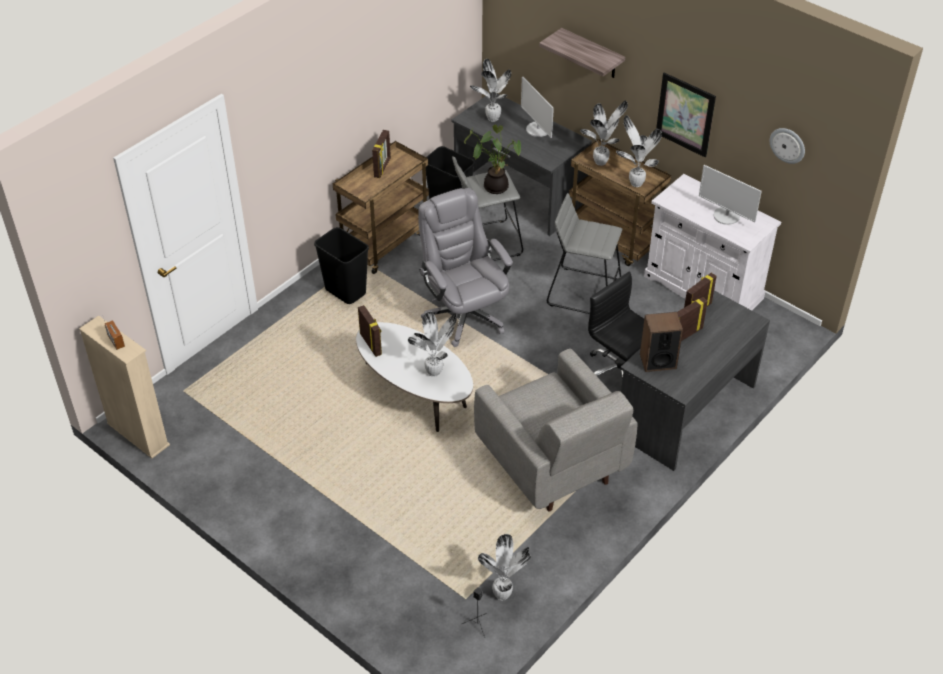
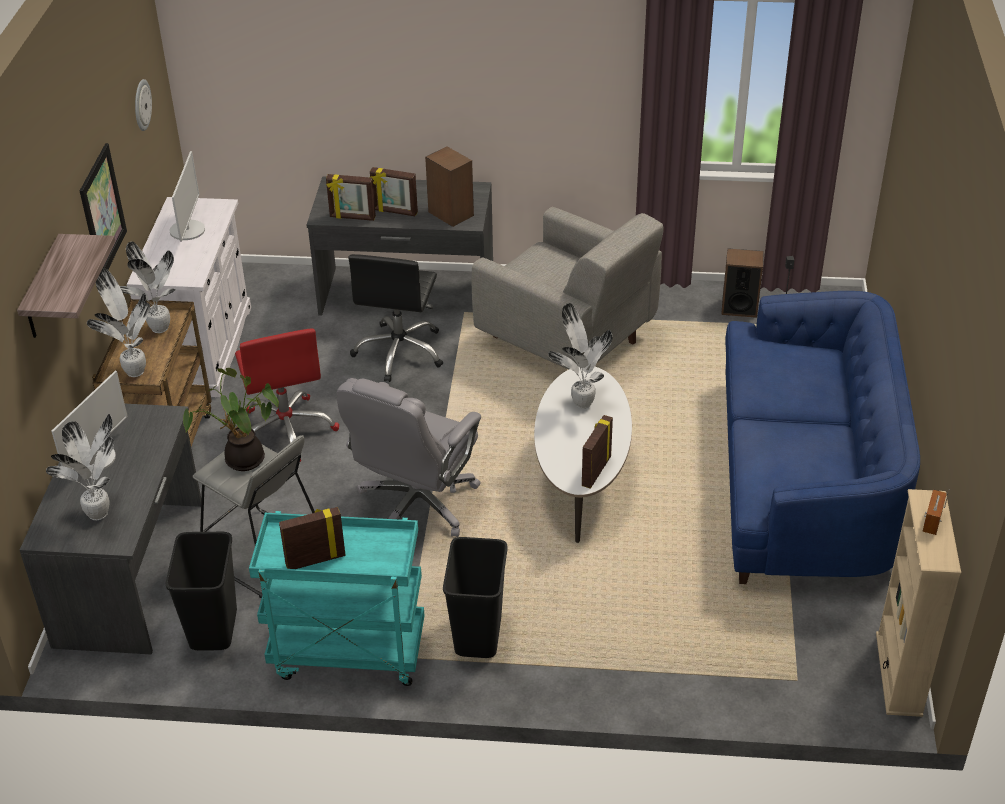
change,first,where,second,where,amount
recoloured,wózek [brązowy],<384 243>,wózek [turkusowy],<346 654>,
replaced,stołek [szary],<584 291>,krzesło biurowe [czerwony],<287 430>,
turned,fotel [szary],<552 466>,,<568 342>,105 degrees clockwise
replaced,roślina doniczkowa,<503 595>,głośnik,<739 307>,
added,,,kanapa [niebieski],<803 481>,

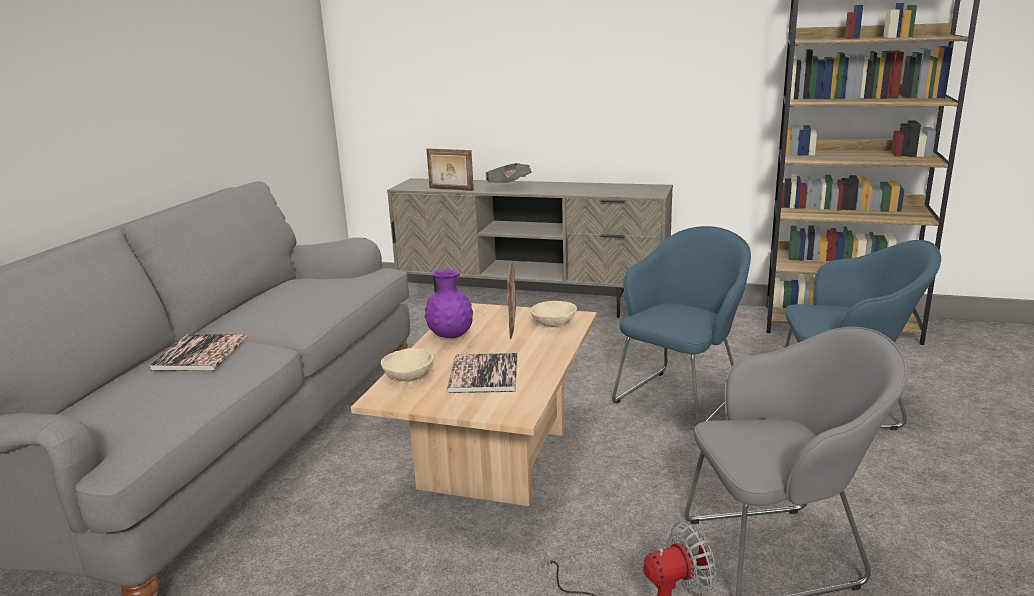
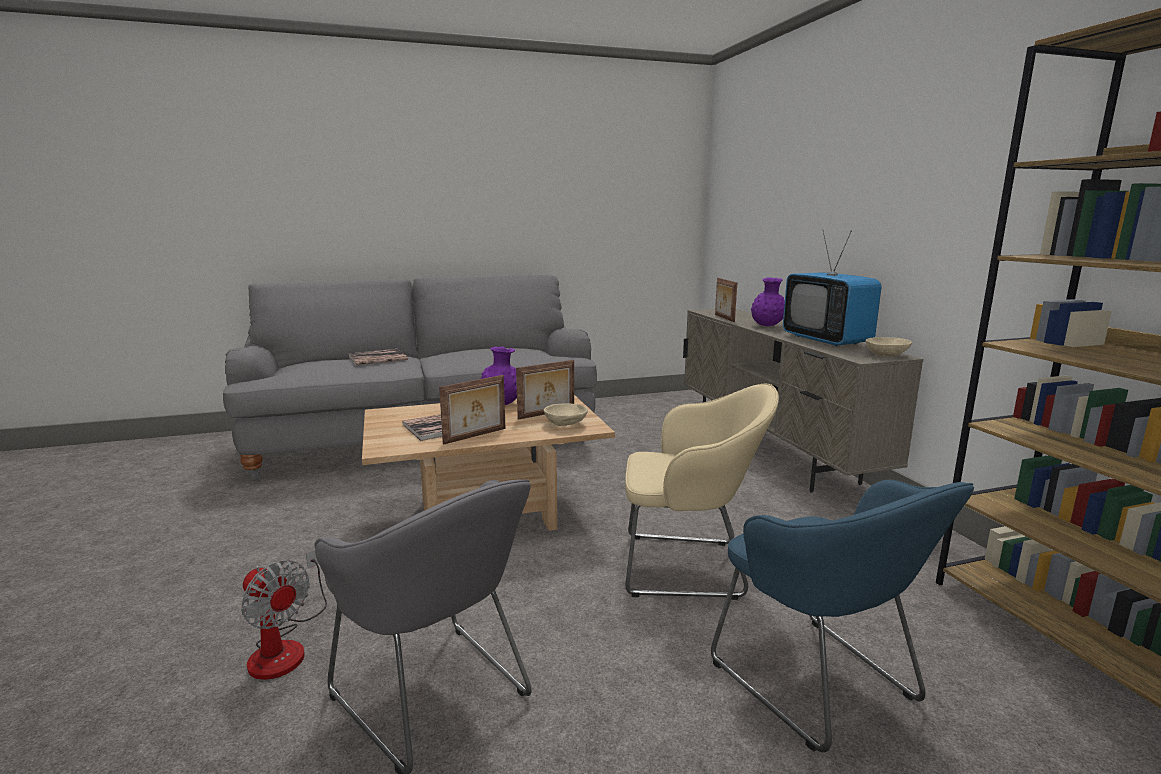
change,first,where,second,where,amount
replaced,gazeta,<508 187>,wazon [fioletowy],<767 326>,
recoloured,fotel [niebieski],<681 397>,fotel [beżowy],<689 567>,
moved,miska [beżowy],<409 376>,,<887 355>,
added,,,telewizor,<826 340>,
added,,,ramka na zdjęcie,<475 436>,

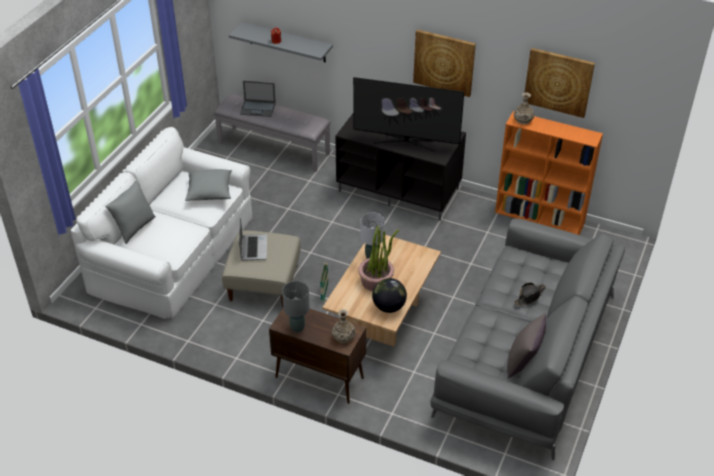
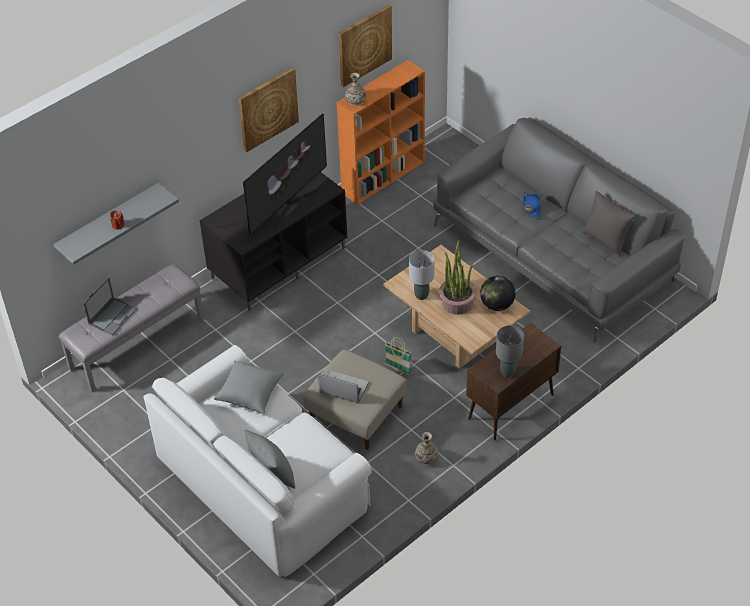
change,first,where,second,where,amount
recoloured,kapelusz [czarny],<529 296>,kapelusz [niebieski],<531 207>,
moved,wazon,<343 337>,,<426 457>,

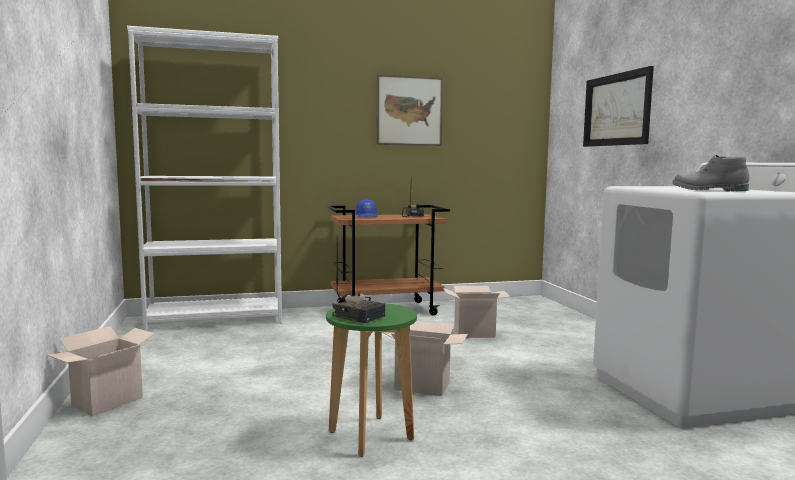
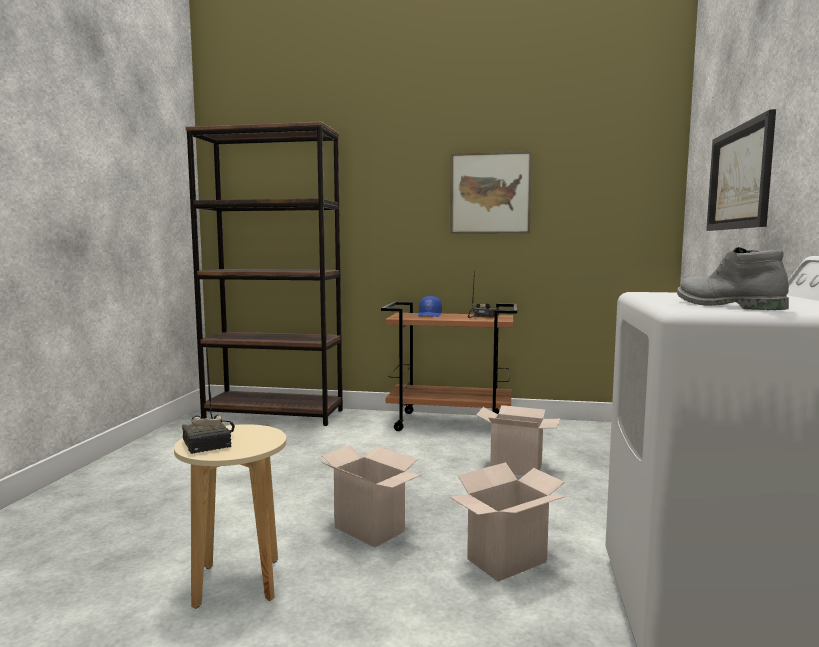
change,first,where,second,where,amount
recoloured,regał [biały],<216 320>,regał [brązowy],<274 414>,
recoloured,stołek [zielony],<371 436>,stołek [beżowy],<237 583>,
moved,karton,<106 403>,,<506 562>,

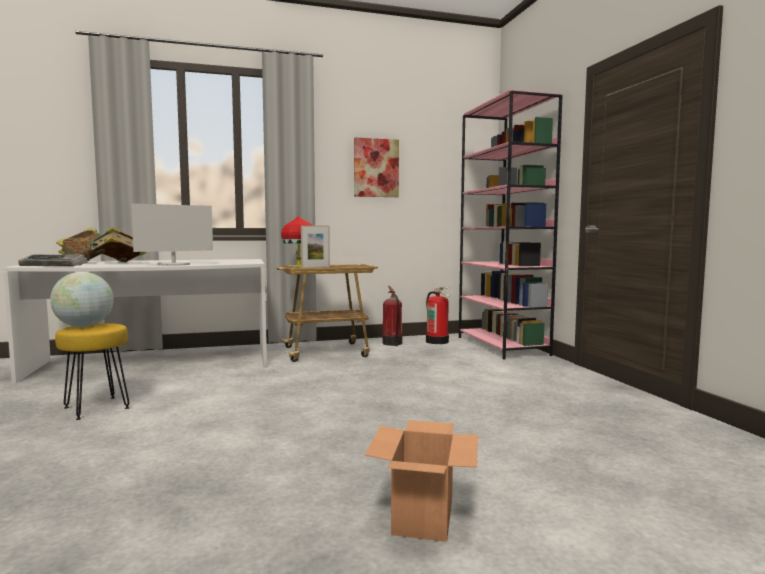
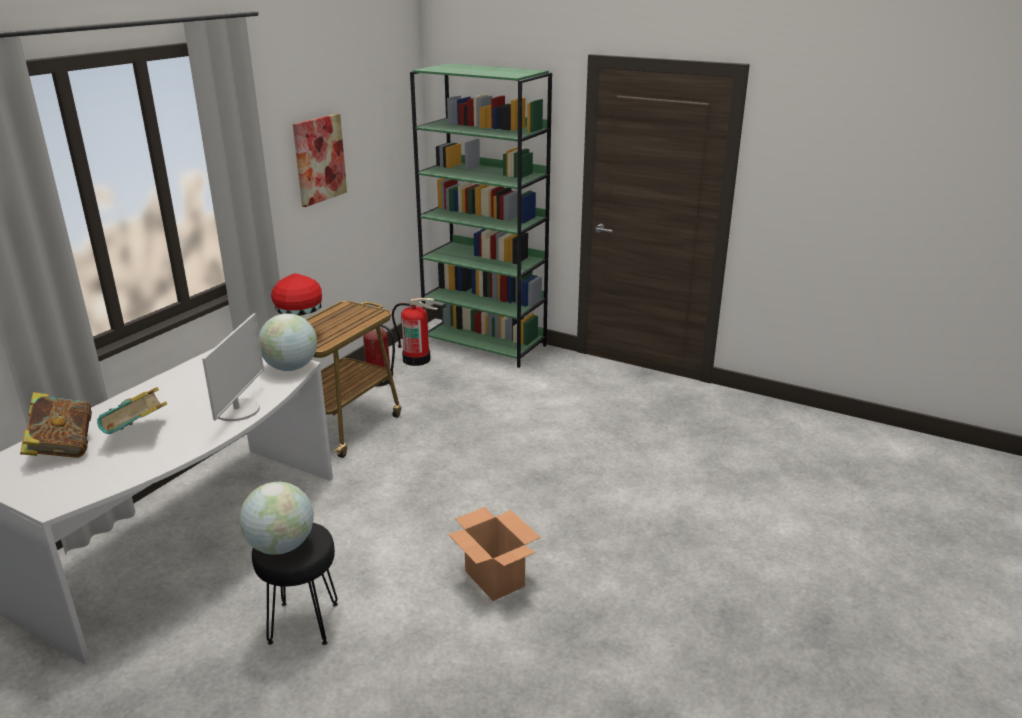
change,first,where,second,where,amount
recoloured,regał [różowy],<502 346>,regał [zielony],<486 344>,
removed,ramka na zdjęcie,<315 267>,,,
removed,klawiatura,<54 265>,,,
recoloured,stołek [żółty],<96 408>,stołek [czarny],<304 623>,
moved,karton,<422 516>,,<494 578>,
added,,,globus,<291 368>,

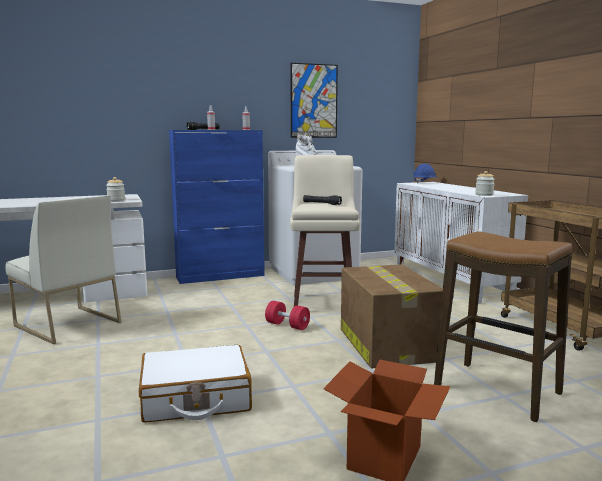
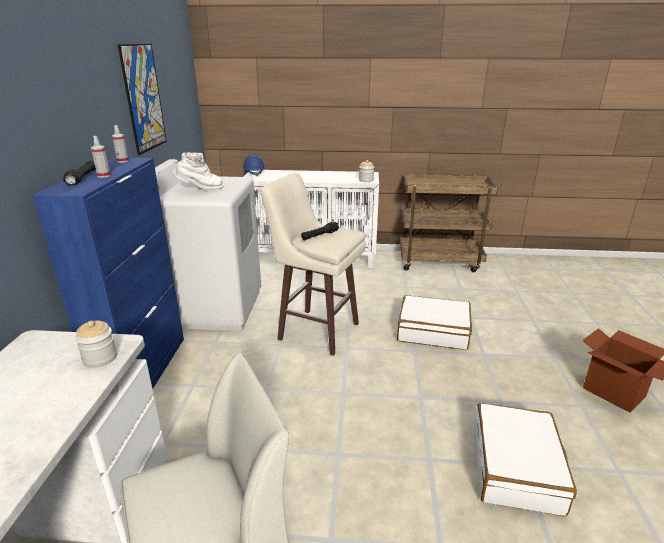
change,first,where,second,where,amount
removed,stołek,<497 390>,,,
replaced,karton,<386 344>,walizka [biały],<433 331>,
removed,hantel [czerwony],<287 325>,,,

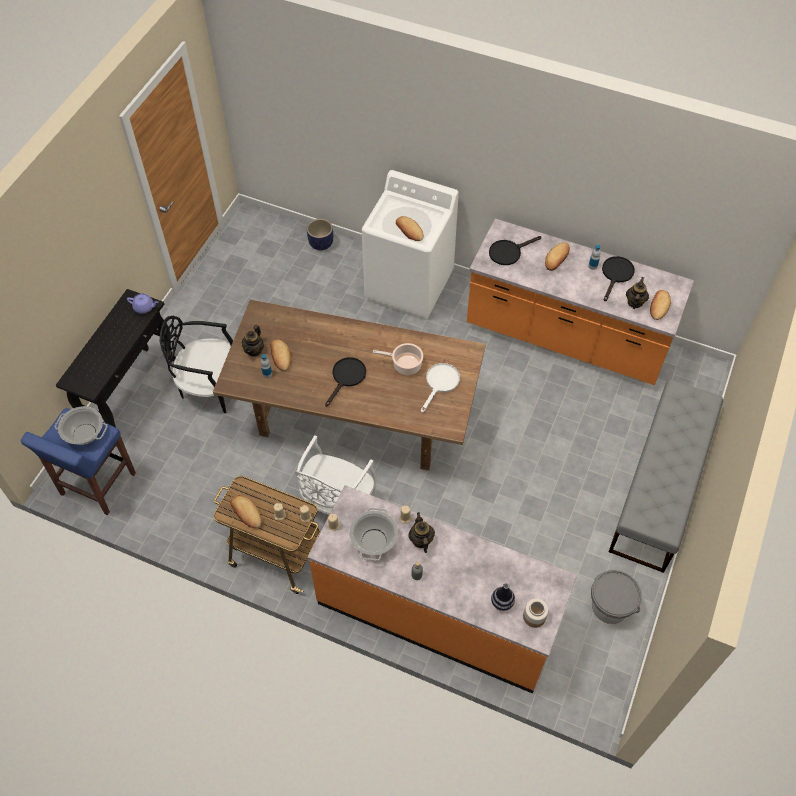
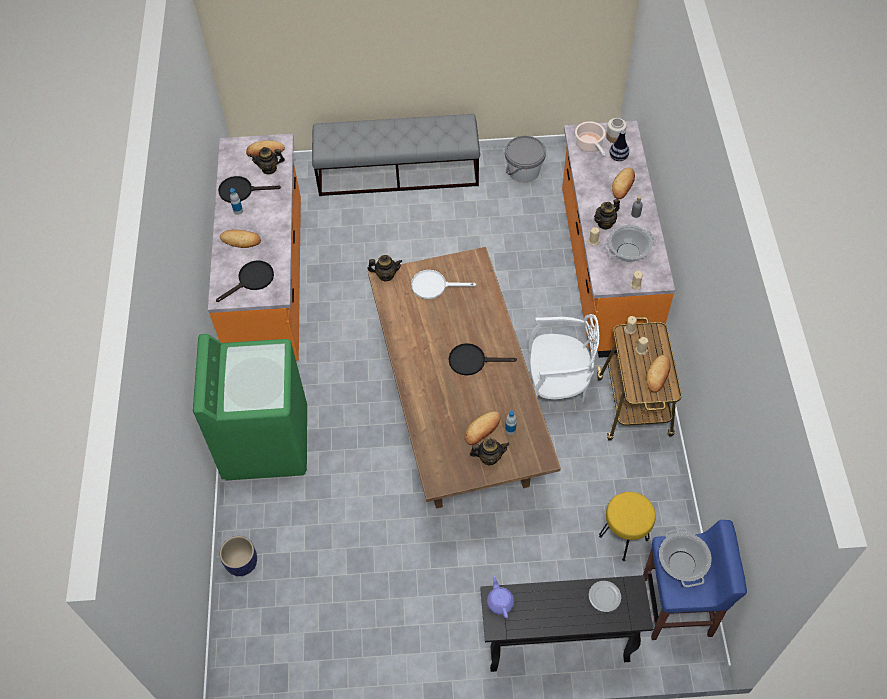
change,first,where,second,where,amount
recoloured,pralka [biały],<409 286>,pralka [zielony],<265 442>,
moved,chleb,<409 230>,,<623 185>,
turned,patelnia [czarny],<508 252>,,<252 280>,75 degrees counterclockwise
removed,krzesło [czarny],<208 385>,,,
moved,garnek,<405 365>,,<589 145>,
added,,,imbryk,<386 275>,
added,,,stołek [żółty],<623 538>,
added,,,talerz,<604 596>,

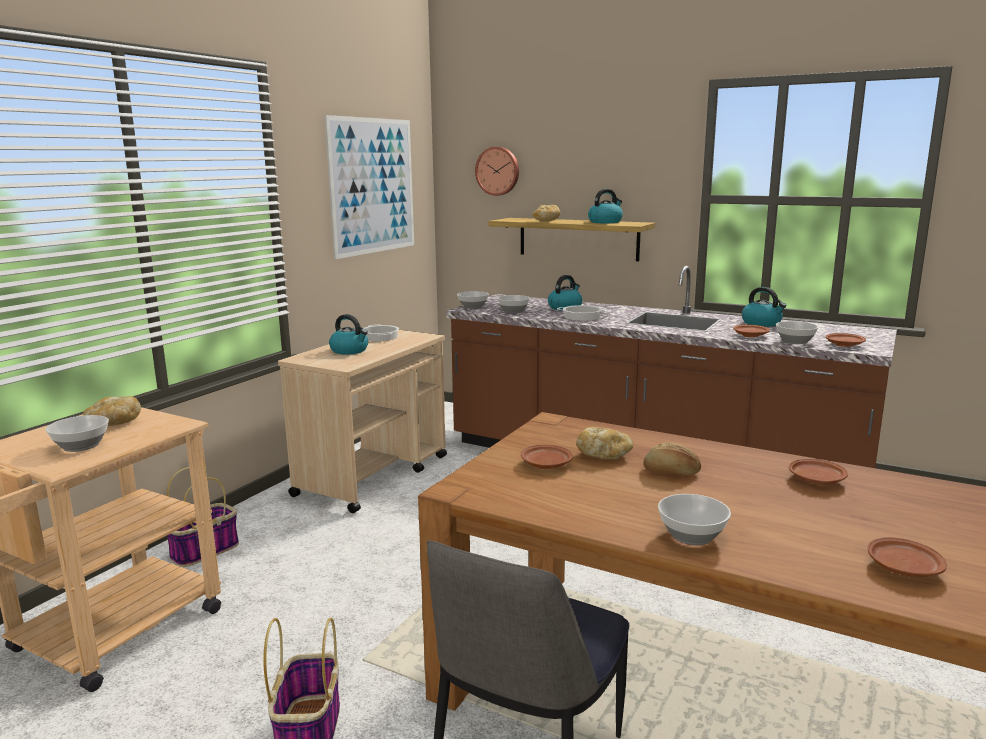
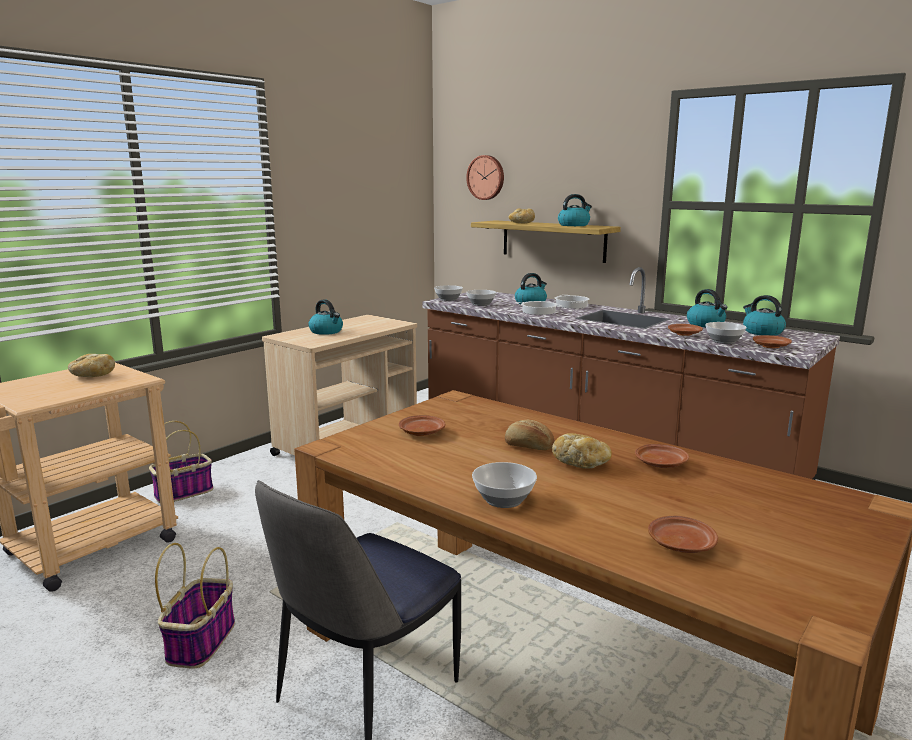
change,first,where,second,where,amount
removed,obraz,<373 186>,,,
moved,garnek,<380 337>,,<572 305>,
removed,miska,<80 446>,,,
moved,chleb,<604 455>,,<581 463>,
added,,,czajnik,<762 332>,

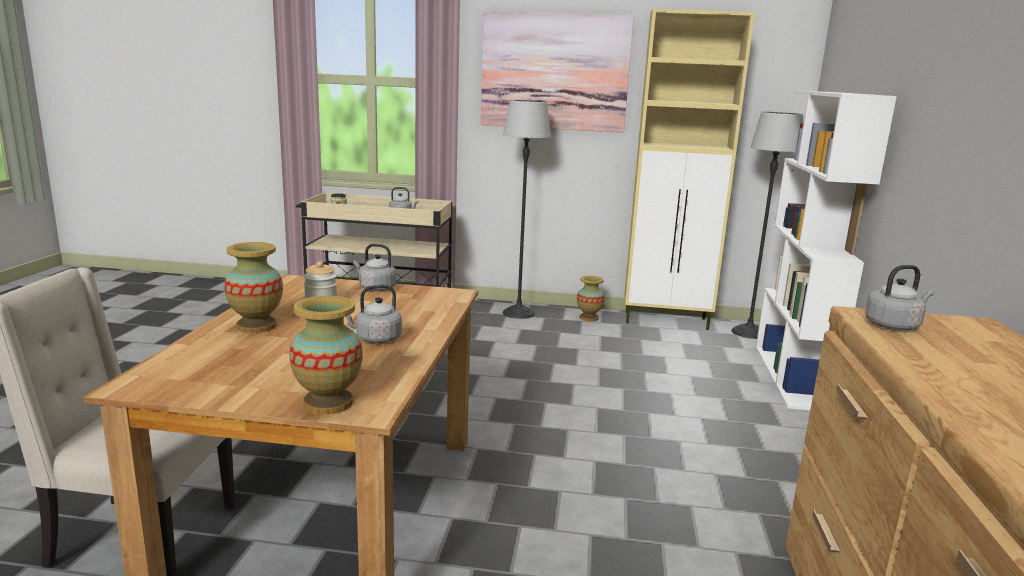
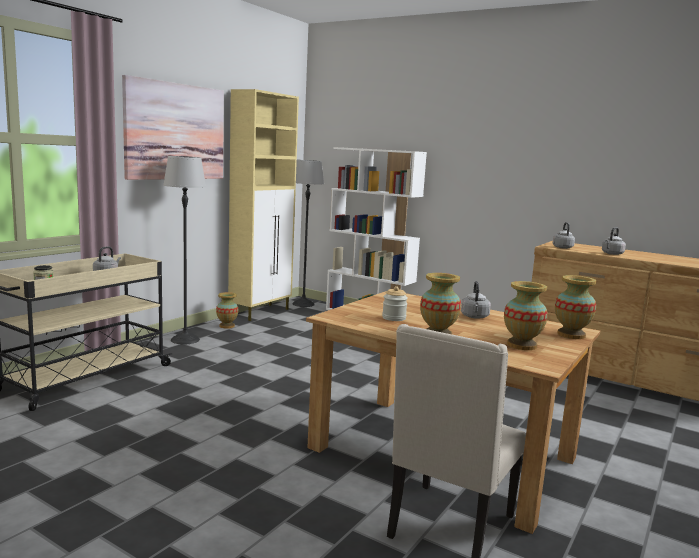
change,first,where,second,where,amount
moved,czajnik [szary],<375 288>,,<611 254>,
added,,,wazon,<521 345>,

